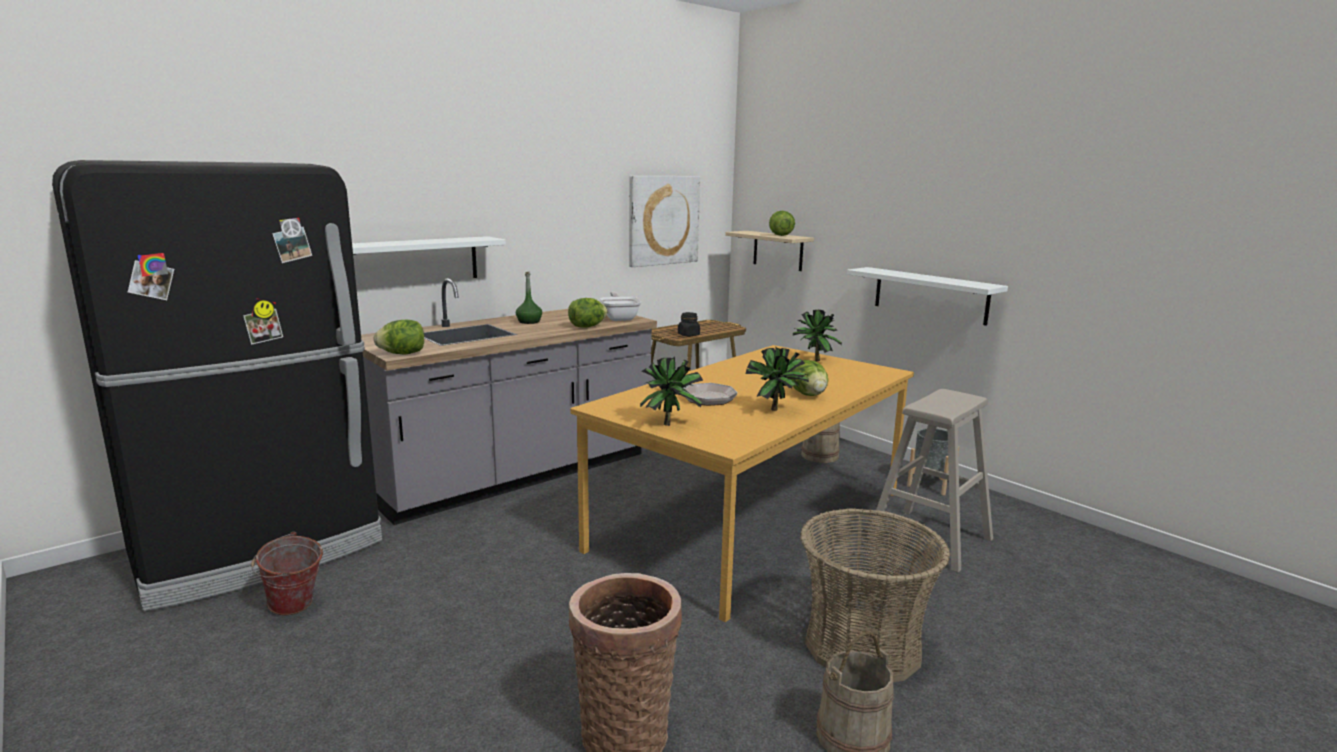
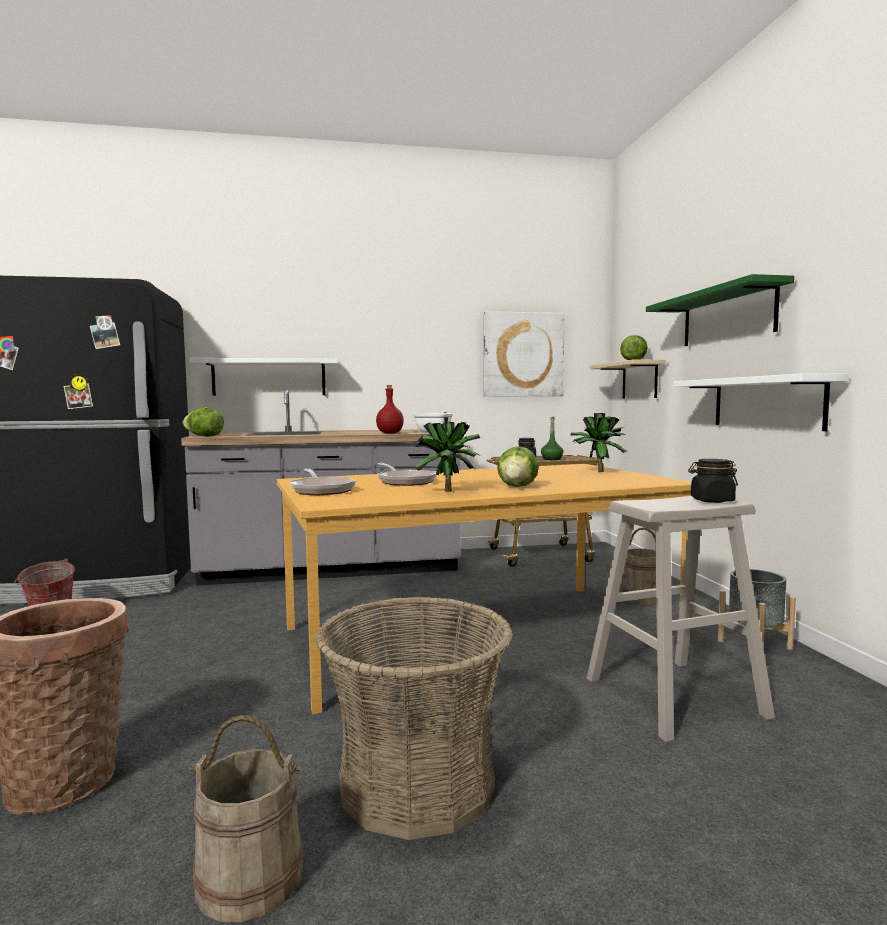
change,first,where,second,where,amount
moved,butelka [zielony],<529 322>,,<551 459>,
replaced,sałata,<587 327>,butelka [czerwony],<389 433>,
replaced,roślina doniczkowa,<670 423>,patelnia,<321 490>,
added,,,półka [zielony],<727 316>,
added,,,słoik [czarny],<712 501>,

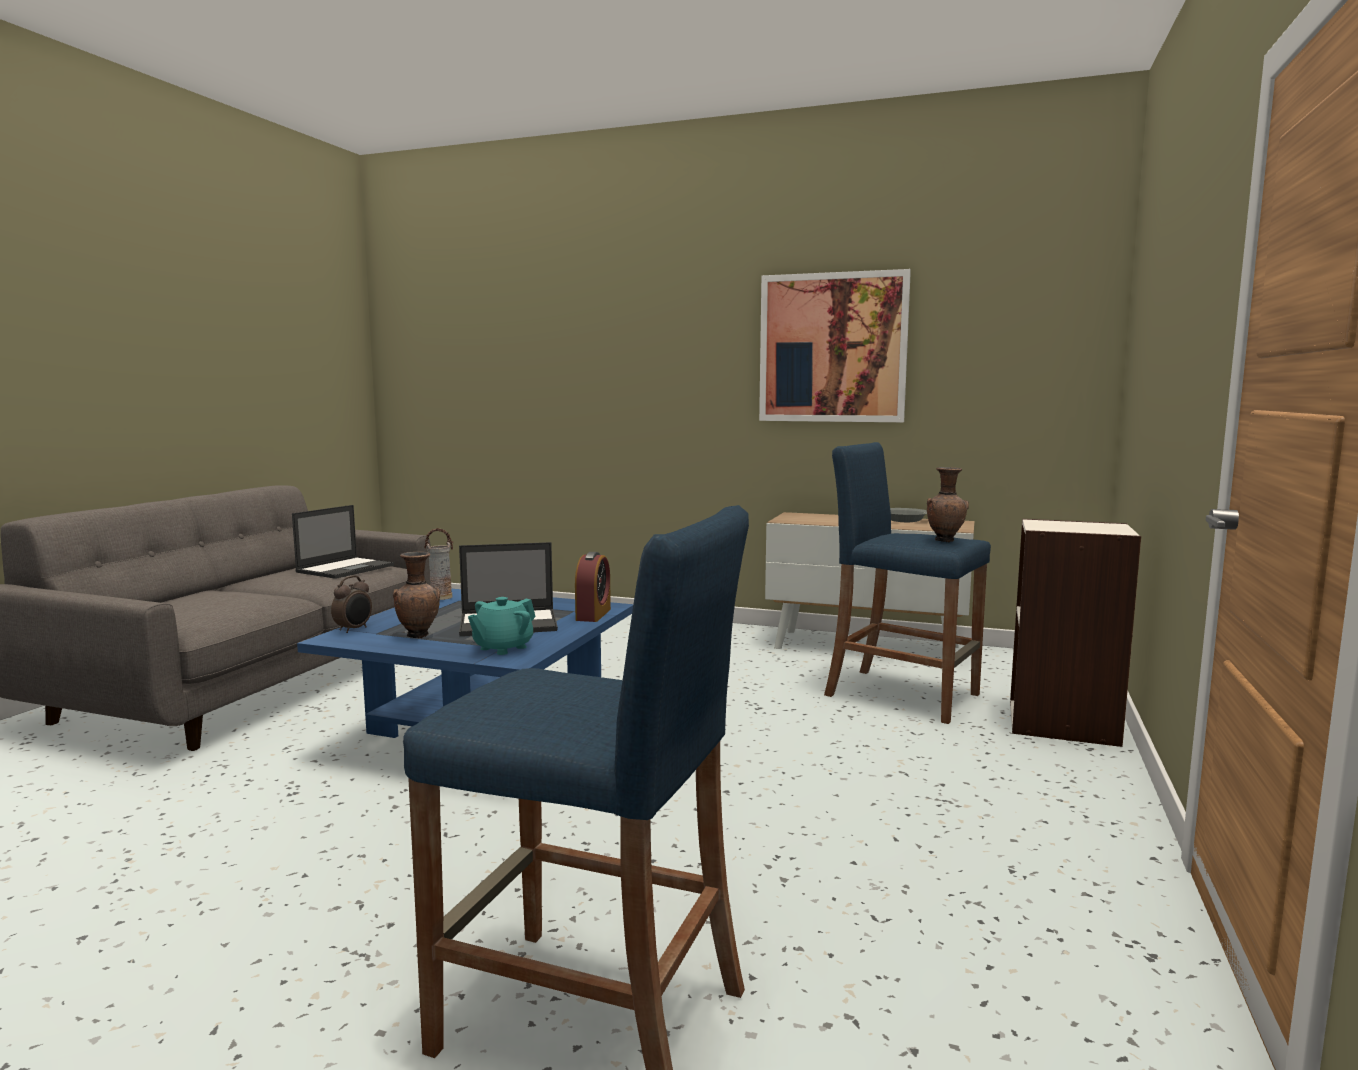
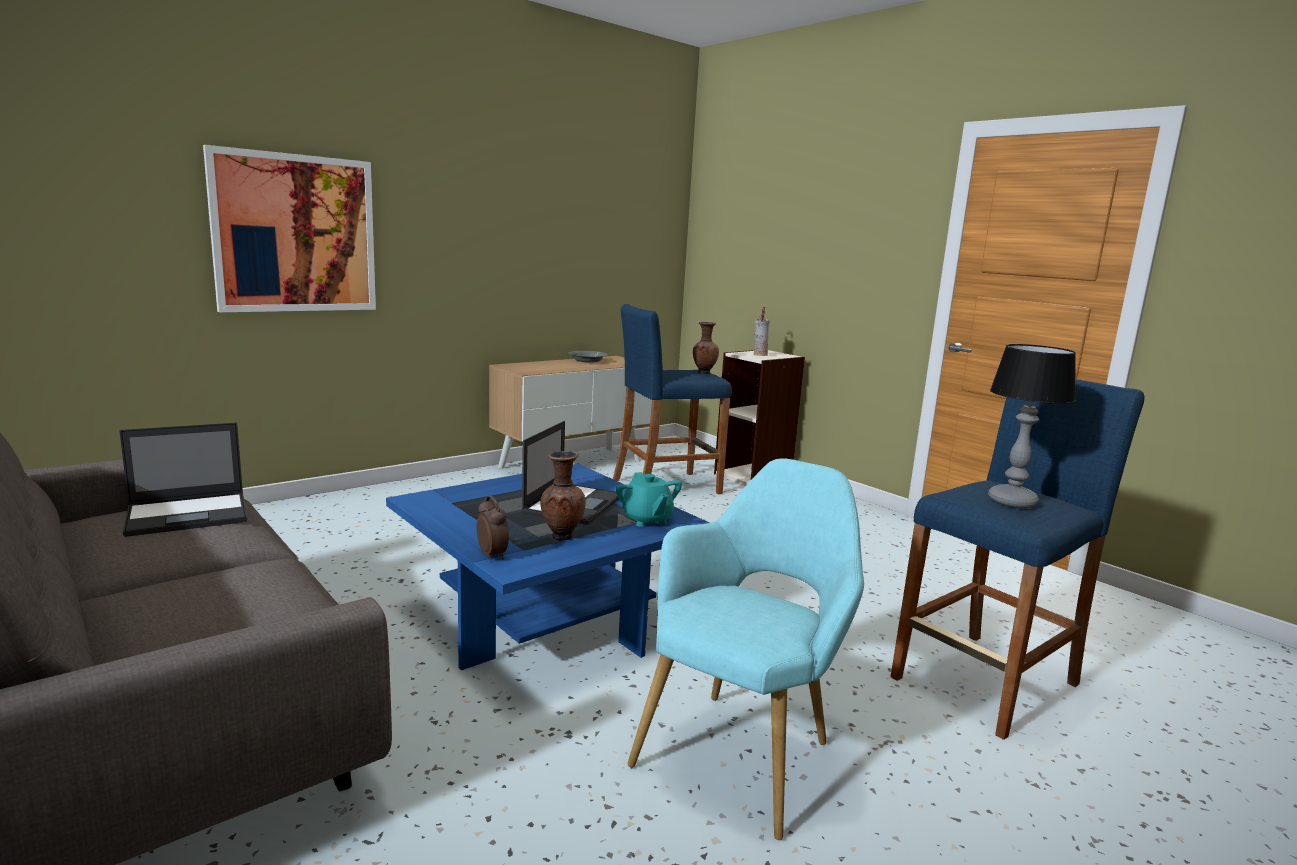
change,first,where,second,where,amount
moved,obraz,<832 348>,,<295 234>,
turned,laptop,<346 568>,,<189 514>,90 degrees clockwise
moved,wazon,<441 598>,,<759 355>,
removed,budzik,<593 614>,,,
added,,,lampa stołowa,<1013 502>,
added,,,fotel [turkusowy],<743 750>,

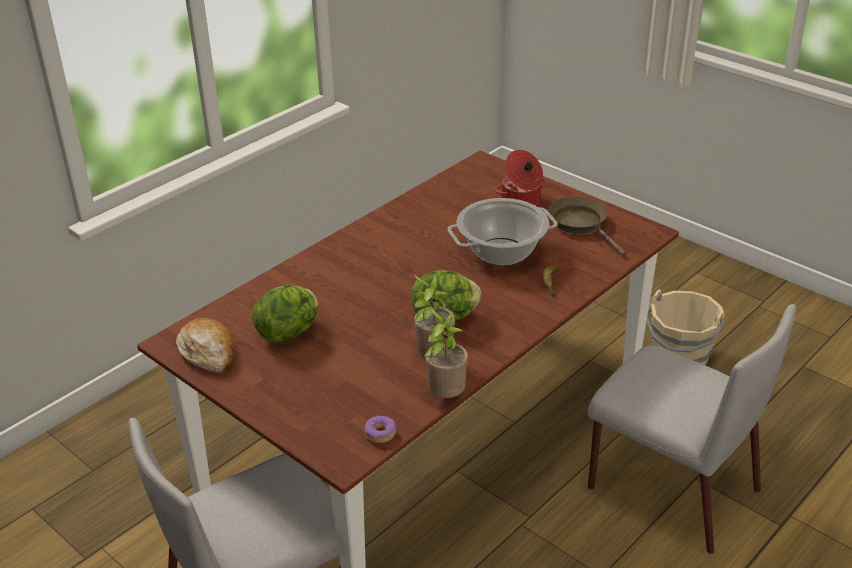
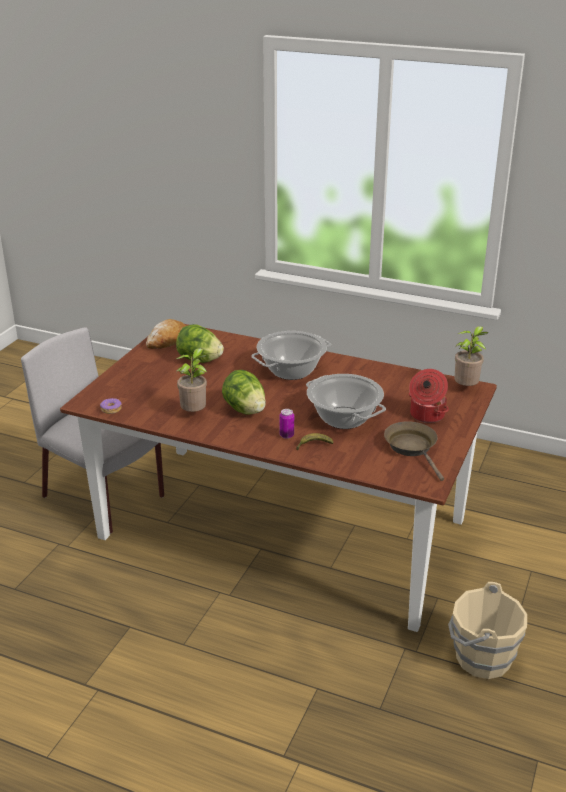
change,first,where,second,where,amount
turned,patelnia [brązowy],<581 224>,,<412 448>,60 degrees counterclockwise
removed,krzesło [szary],<670 488>,,,
moved,roślina doniczkowa,<445 396>,,<466 388>,
added,,,garnek,<291 370>,
added,,,puszka,<286 435>,

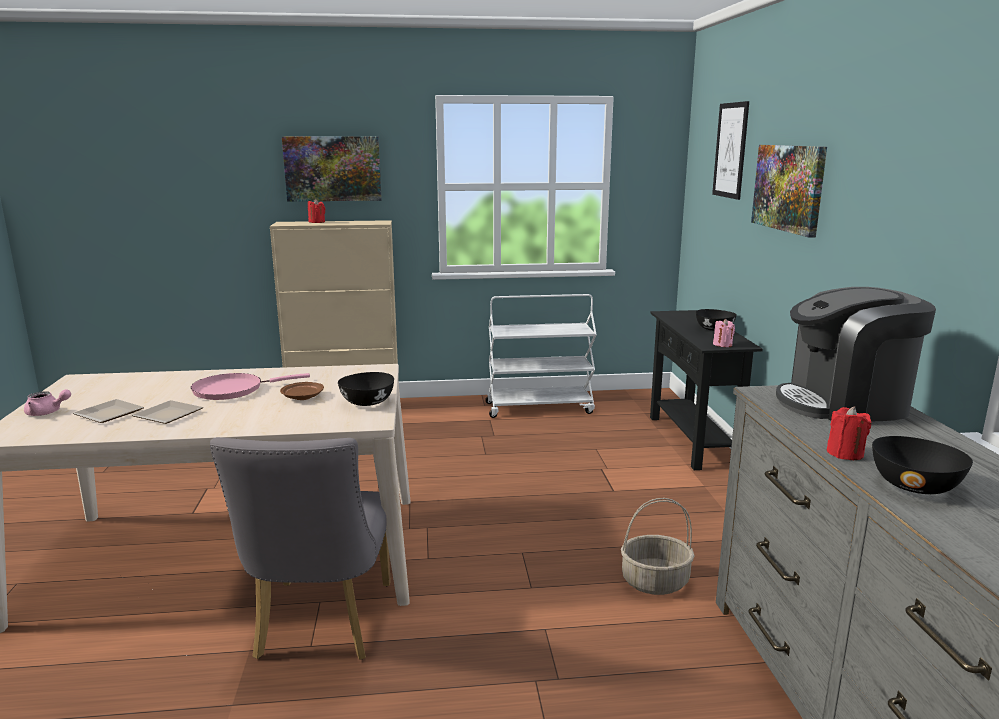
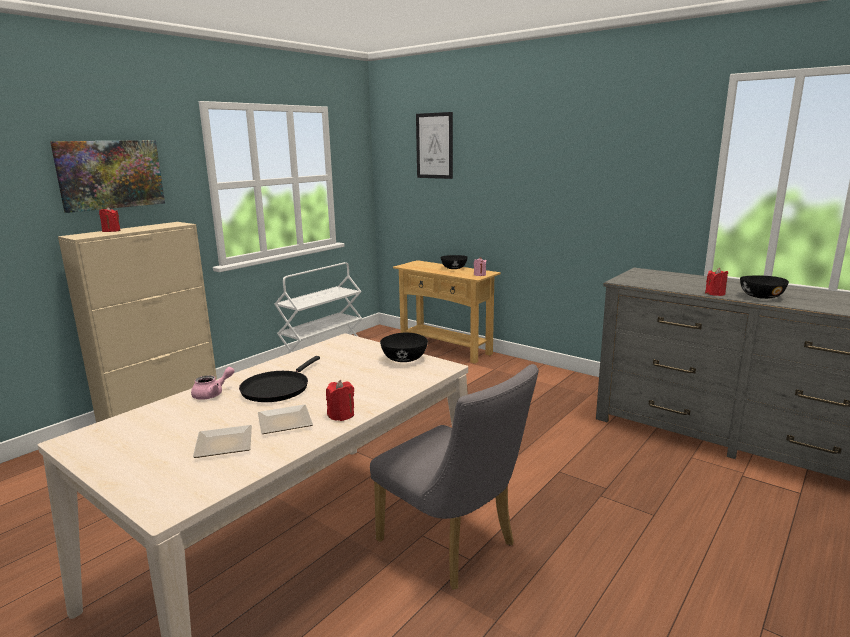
change,first,where,second,where,amount
removed,obraz,<789 188>,,,
removed,ekspres do kawy,<844 404>,,,
recoloured,stolik konsolowy [czarny],<691 440>,stolik konsolowy [beżowy],<445 349>,
recoloured,patelnia [różowy],<233 390>,patelnia [czarny],<277 388>,
removed,talerz [brązowy],<302 397>,,,
moved,imbryk [różowy],<47 413>,,<212 394>,
removed,koszyk,<655 581>,,,
added,,,świeca [czerwony],<341 415>,

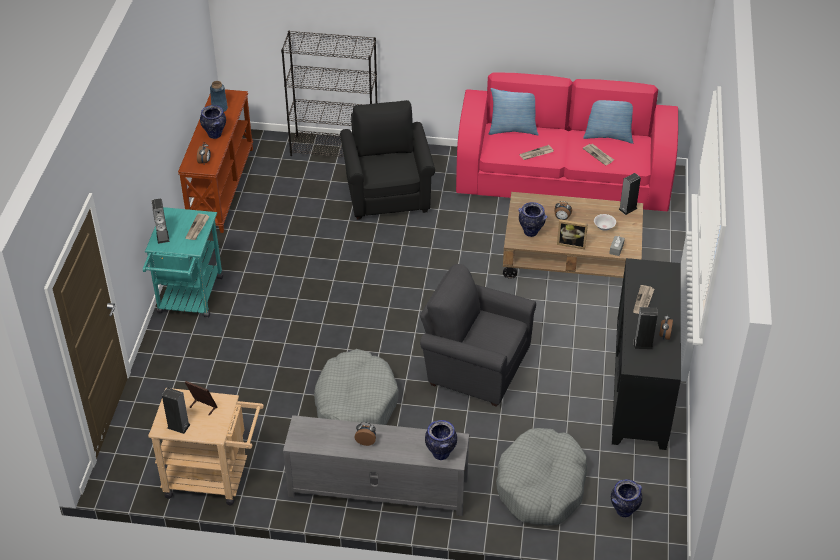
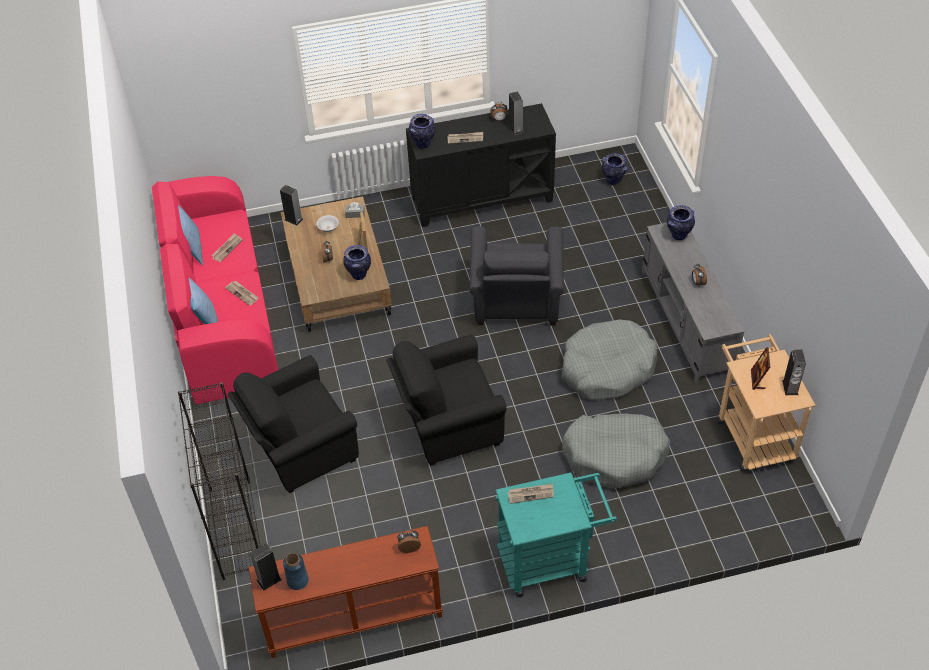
change,first,where,second,where,amount
moved,wazon,<215 135>,,<423 144>,
moved,głośnik,<162 237>,,<269 580>,
moved,legowisko [szary],<541 486>,,<615 456>,
added,,,fotel [czarny],<446 424>,

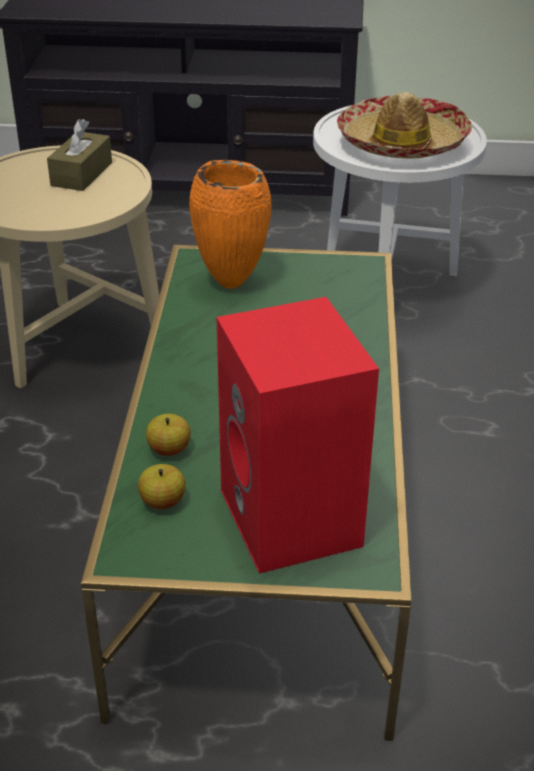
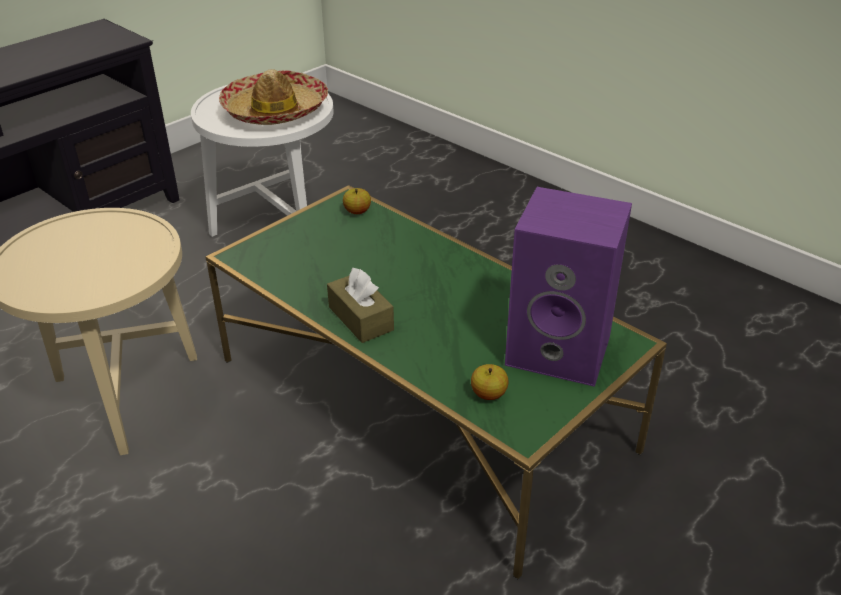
change,first,where,second,where,amount
moved,pudełko chusteczek [brązowy],<81 174>,,<360 318>,
removed,wazon [pomarańczowy],<233 283>,,,
recoloured,głośnik [czerwony],<294 520>,głośnik [fioletowy],<561 350>,
moved,jabłko,<169 450>,,<357 212>,

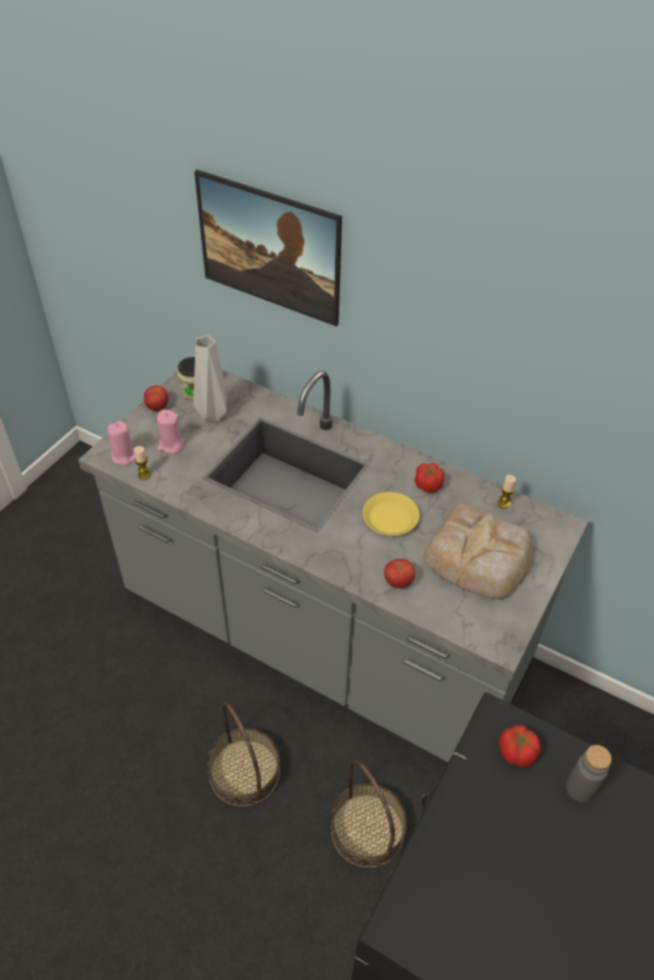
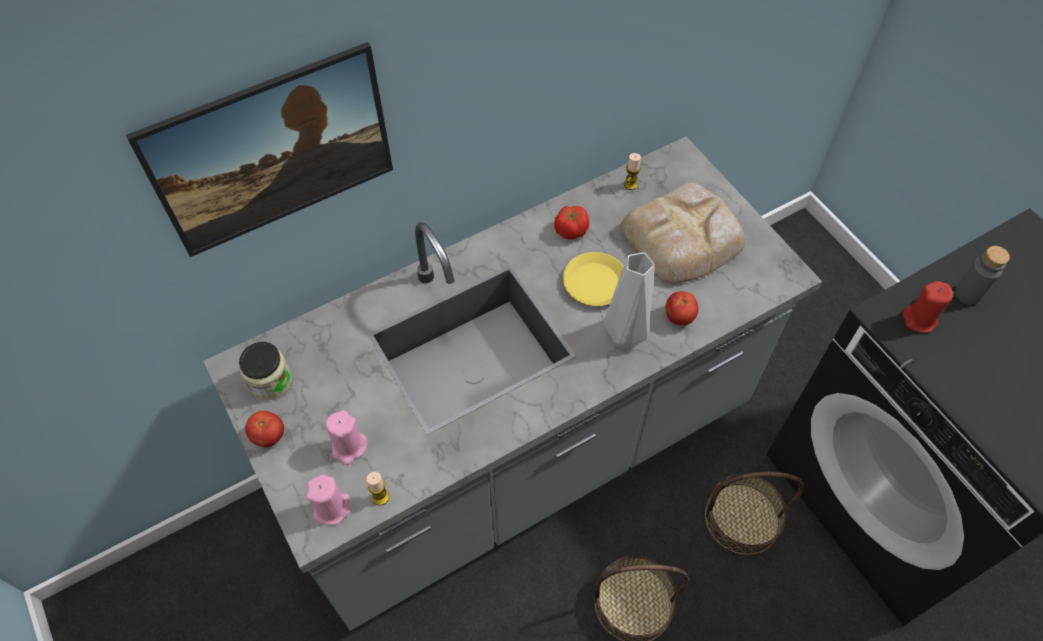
change,first,where,second,where,amount
moved,wazon [szary],<214 416>,,<627 334>,
replaced,pomidor,<516 752>,świeca [czerwony],<919 319>,

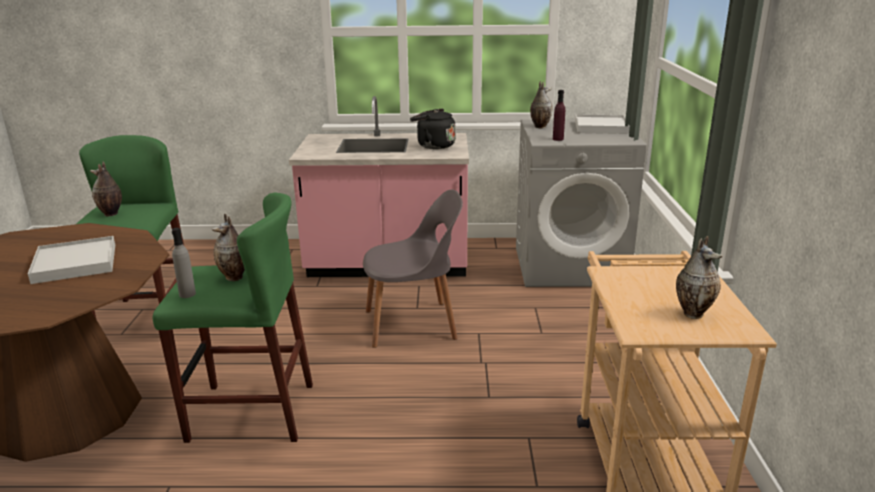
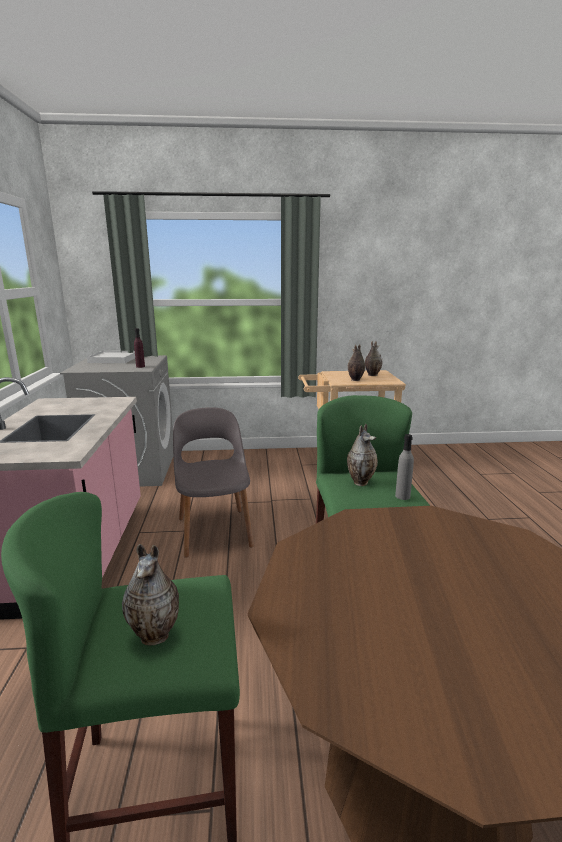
change,first,where,second,where,amount
moved,wazon,<539 127>,,<355 380>,
removed,czajnik [czarny],<433 146>,,,
removed,taca [biały],<75 263>,,,

